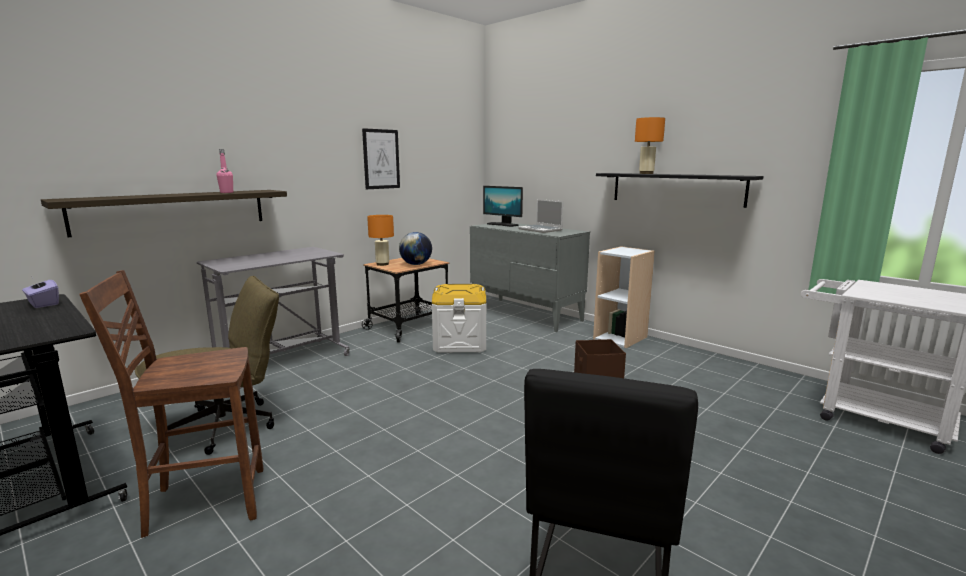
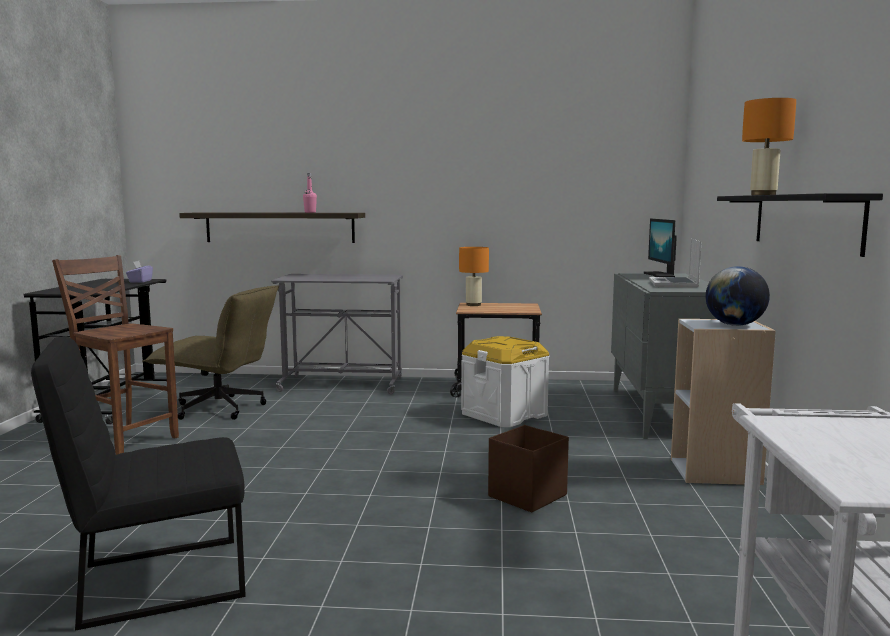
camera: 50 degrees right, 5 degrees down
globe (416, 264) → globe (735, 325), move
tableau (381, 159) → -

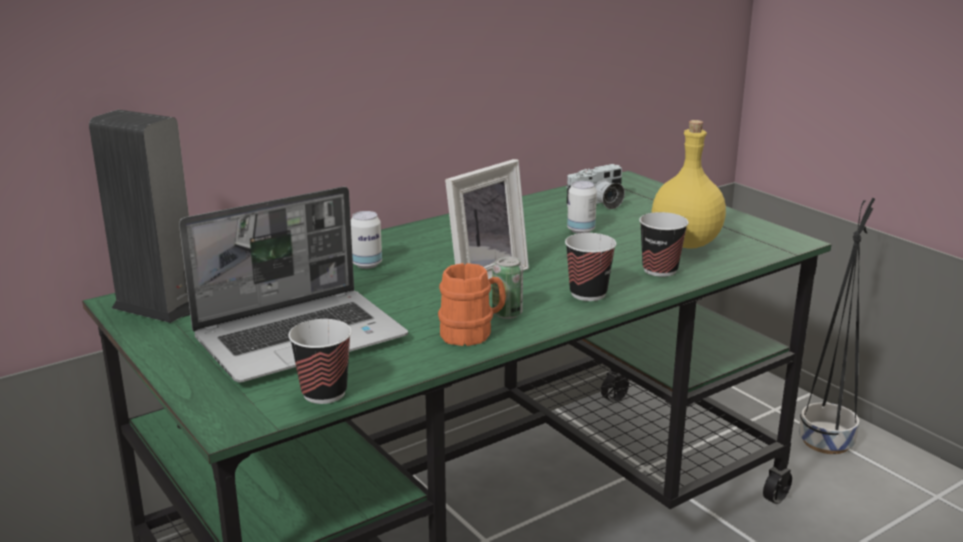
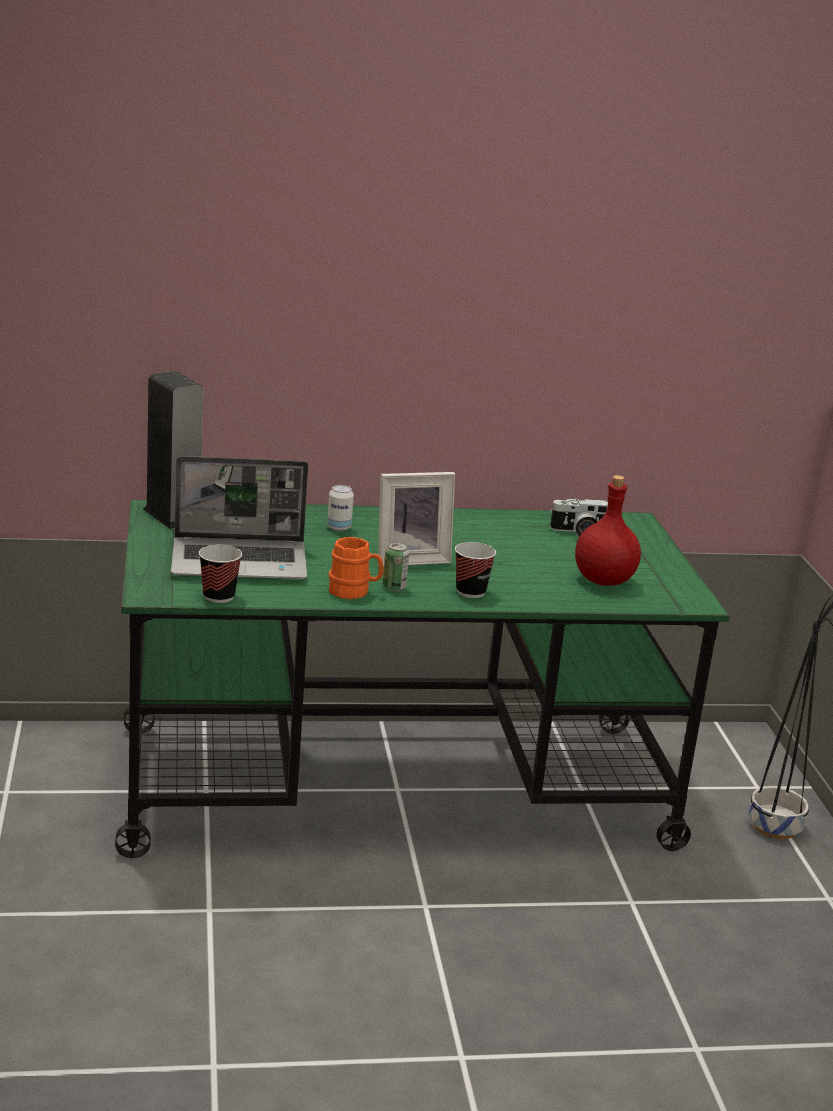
camera: 25 degrees right, 0 degrees up
bouteille (jaune) (684, 243) → bouteille (rouge) (602, 580)
boîte métallique (581, 230) → -
tasse (660, 270) → -

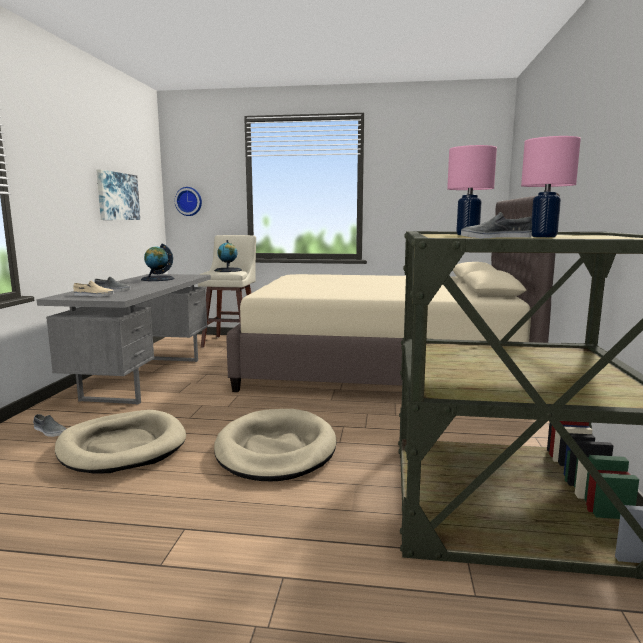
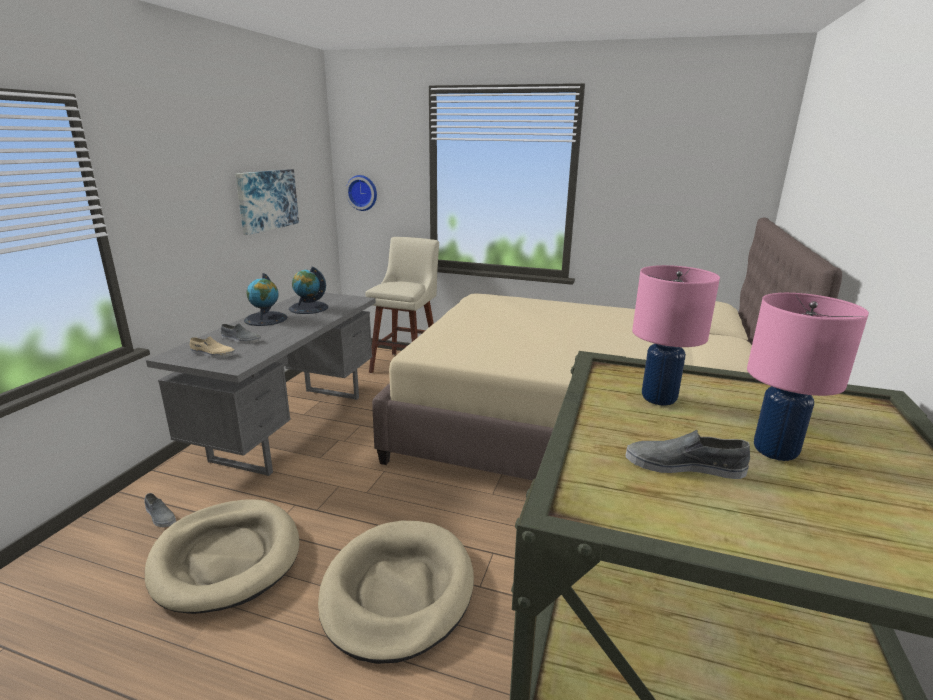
camera: 10 degrees right, 10 degrees up
globe (228, 270) → globe (266, 319), move

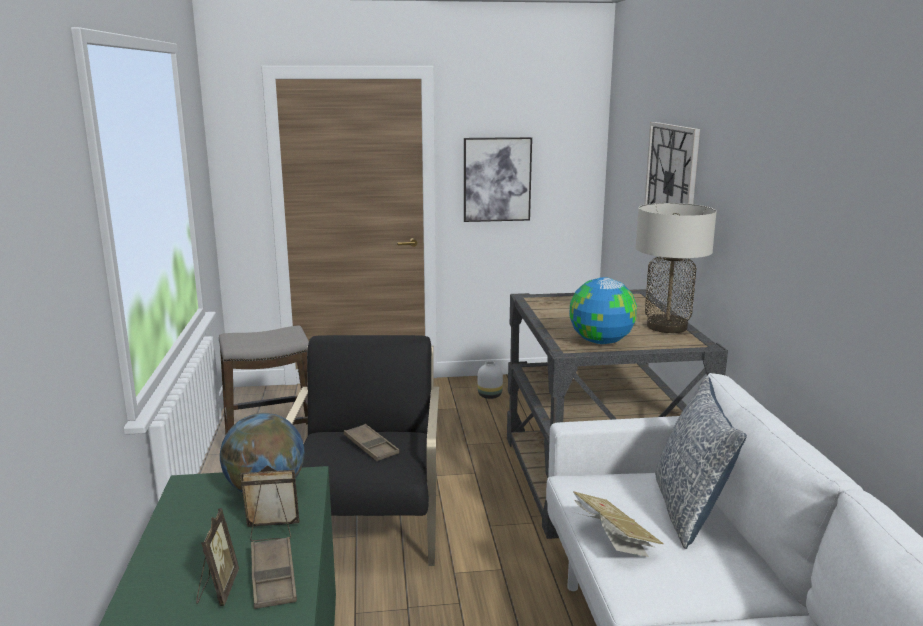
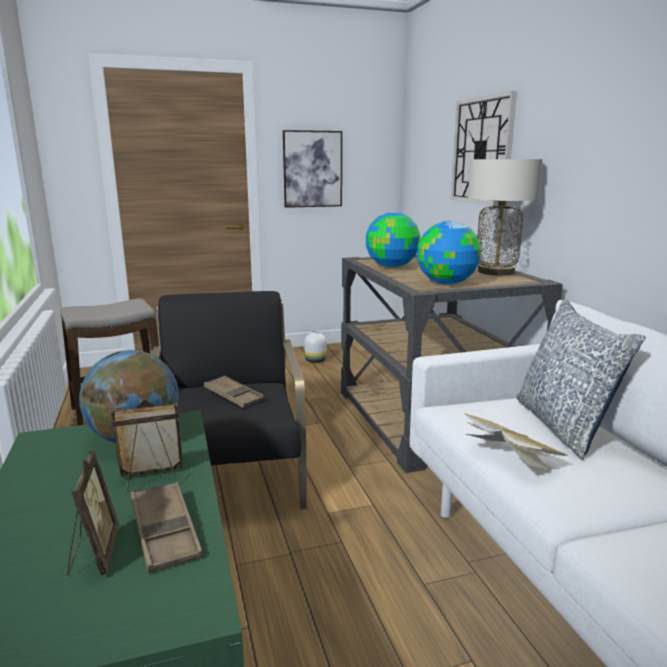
camera: 10 degrees left, 0 degrees up
- → globe (392, 266)

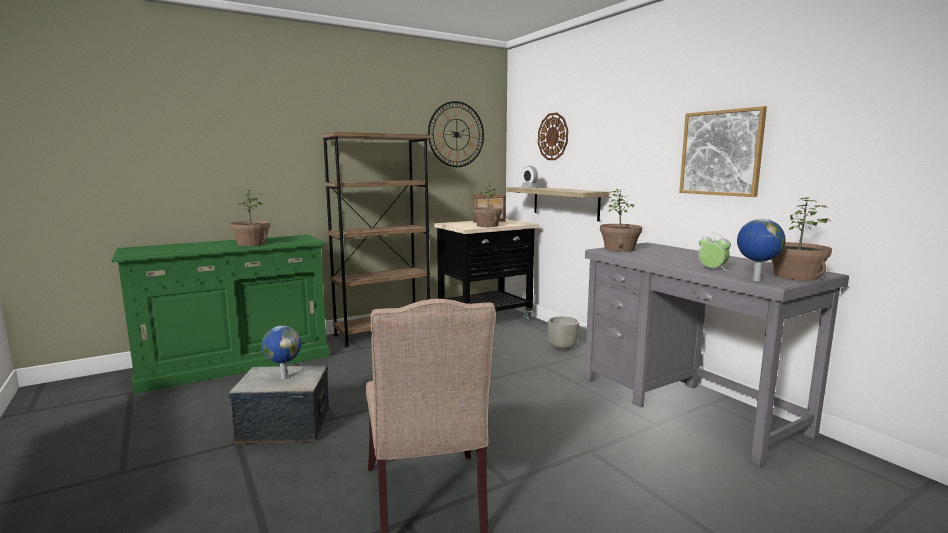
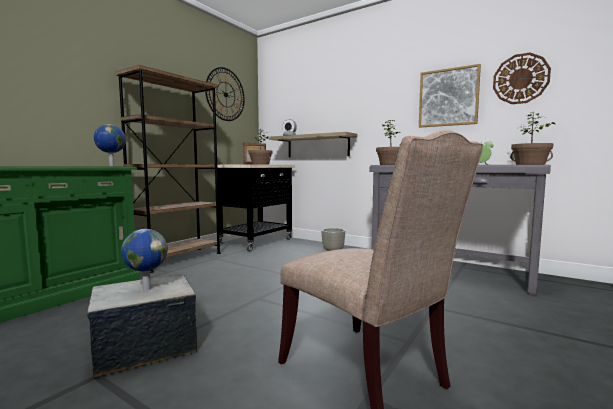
camera: 25 degrees left, 5 degrees down
globe (755, 280) → globe (111, 166), move
horloge murale (553, 136) → horloge murale (520, 79), move
plante en pot (251, 244) → -

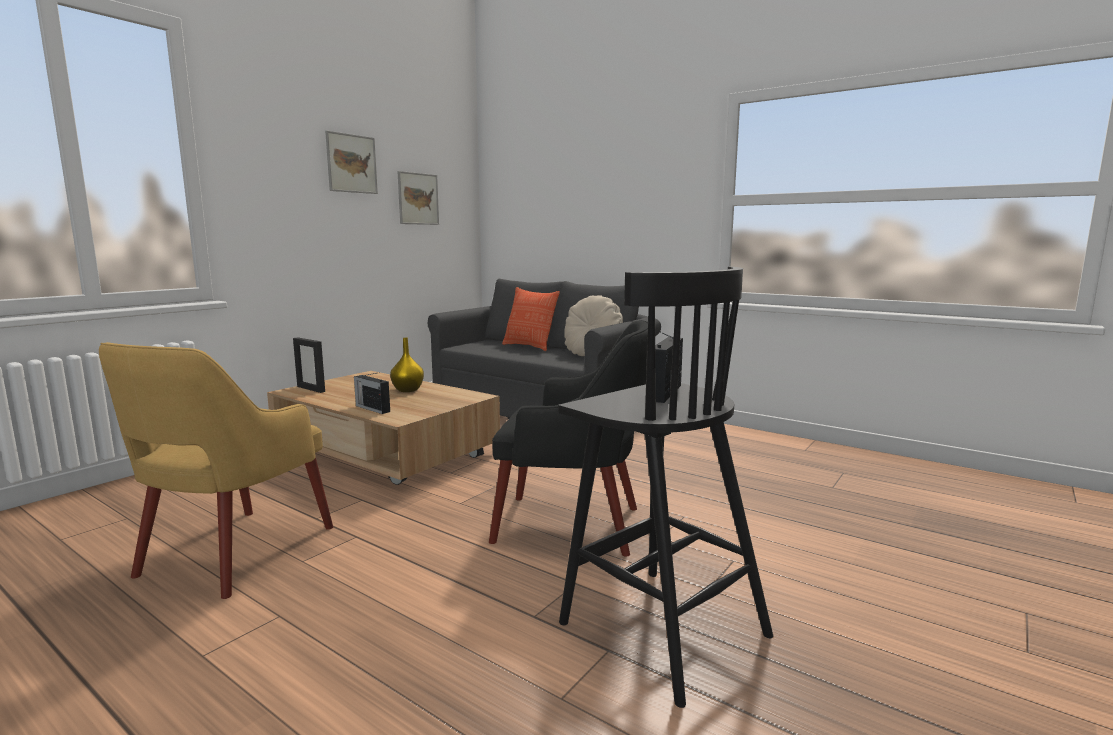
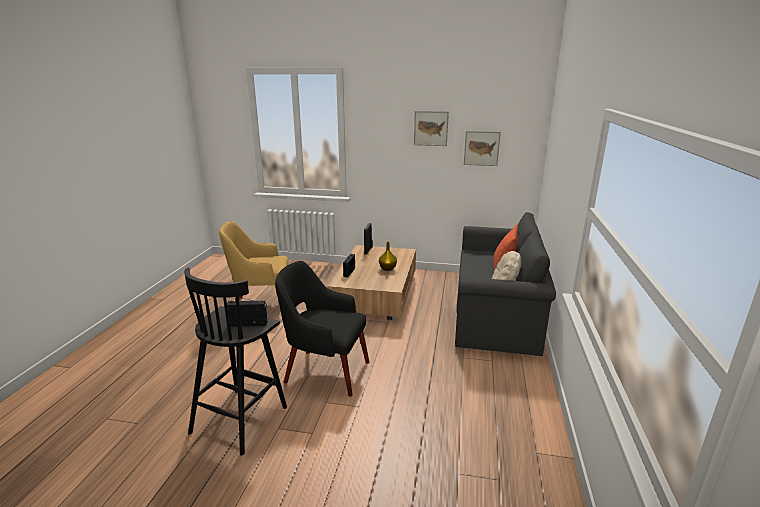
camera: 65 degrees right, 10 degrees up
fauteuil (noir) (573, 525) → fauteuil (noir) (325, 371), 120 degrees clockwise

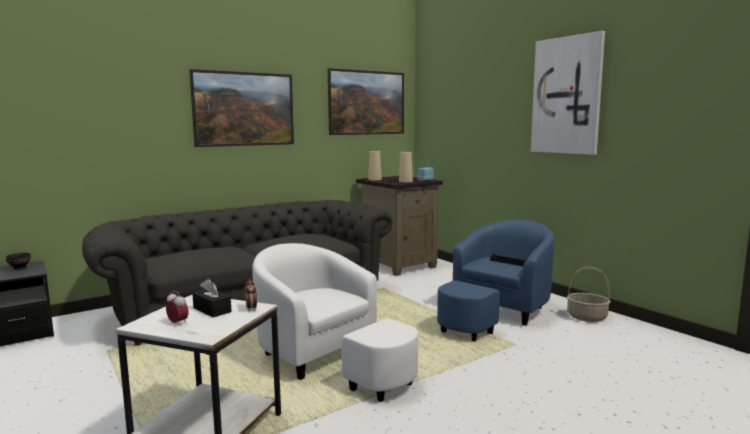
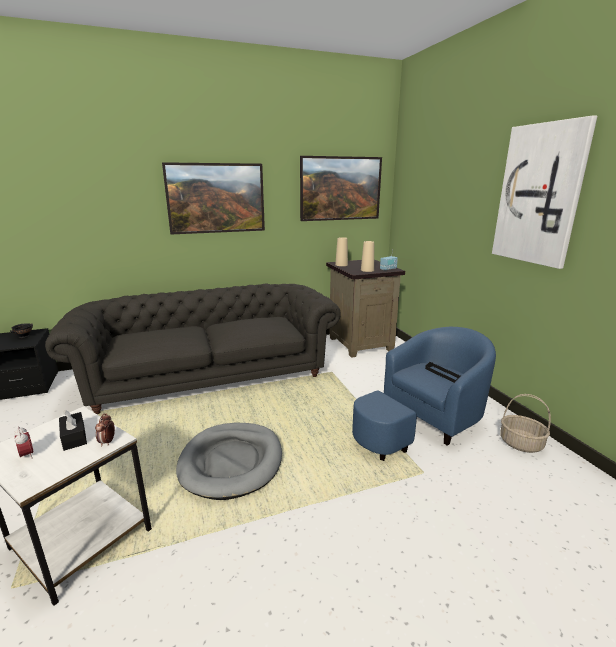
camera: 15 degrees right, 10 degrees up
fauteuil (blanc) (327, 361) → panier pour chien (gris) (231, 462)

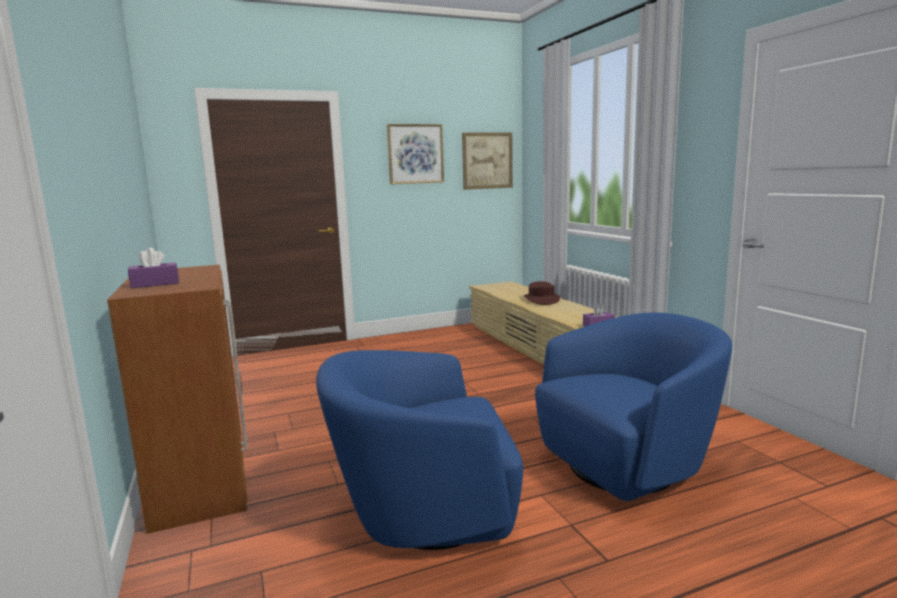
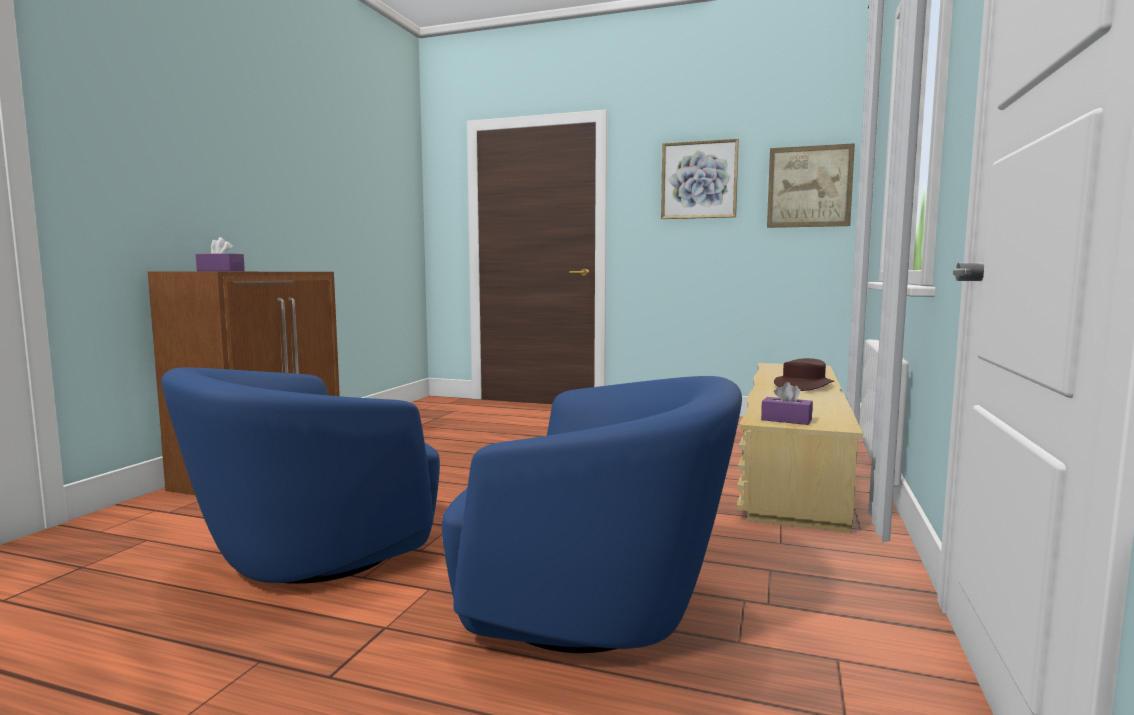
camera: 40 degrees right, 5 degrees down
fauteuil (bleu) (425, 513) → fauteuil (bleu) (311, 555), 75 degrees counterclockwise

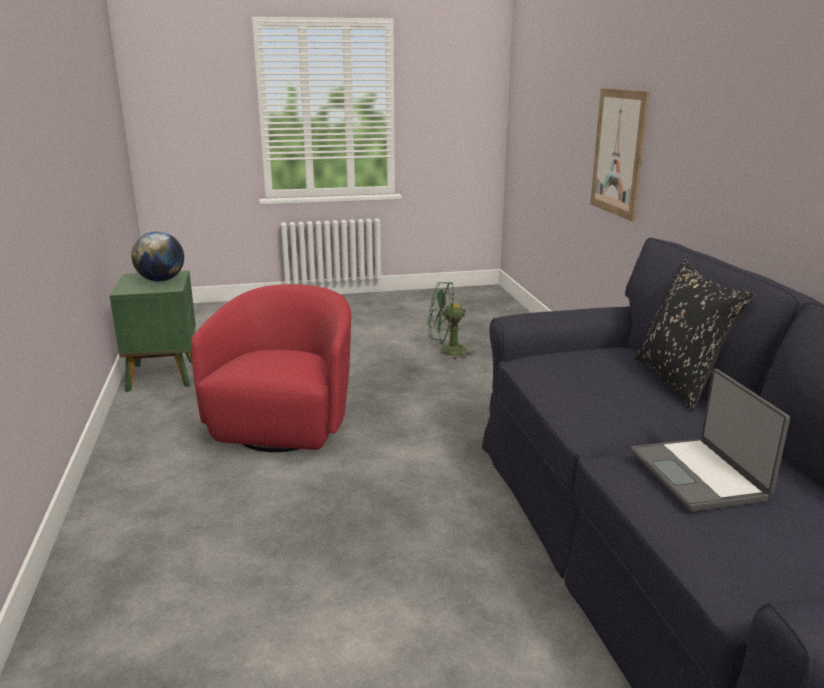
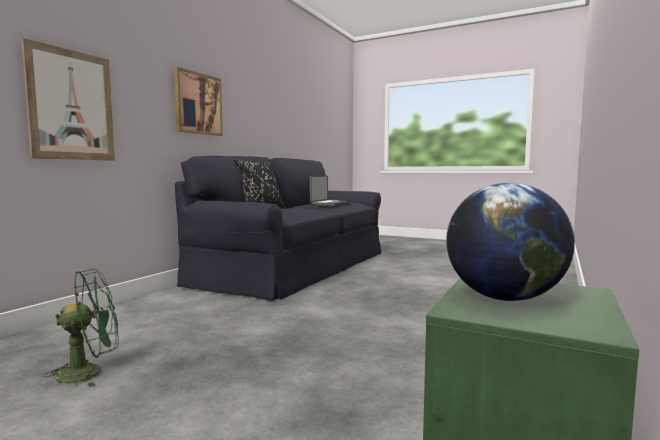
camera: 140 degrees left, 15 degrees down
ventilateur (vert) (447, 351) → ventilateur (vert) (90, 372), 60 degrees counterclockwise
- → tableau (198, 104)
fauteuil (rouge) (285, 425) → -

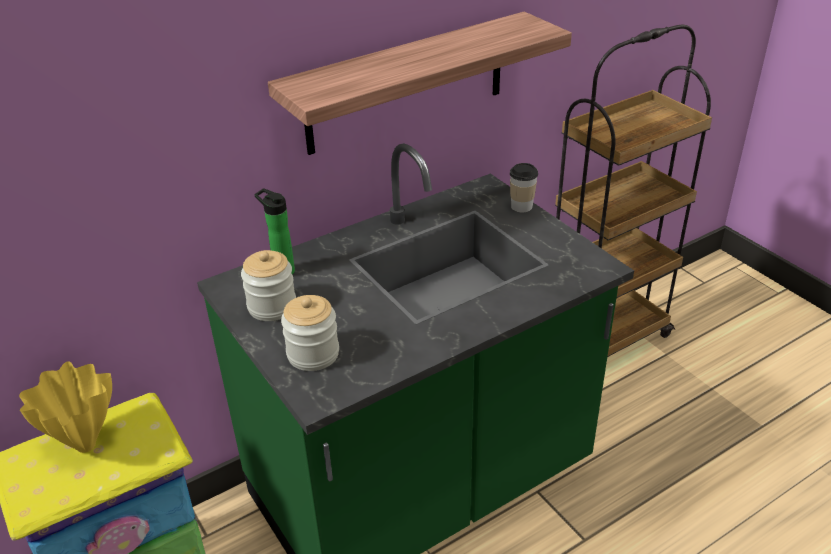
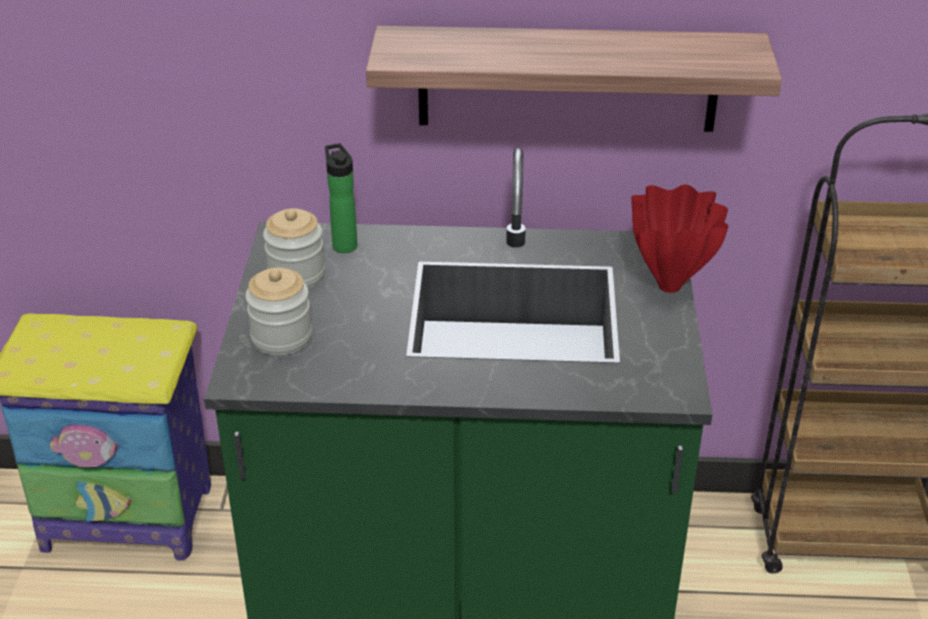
camera: 35 degrees right, 0 degrees up
tasse (521, 206) → vase (rouge) (671, 285)
vase (jaune) (86, 444) → -

